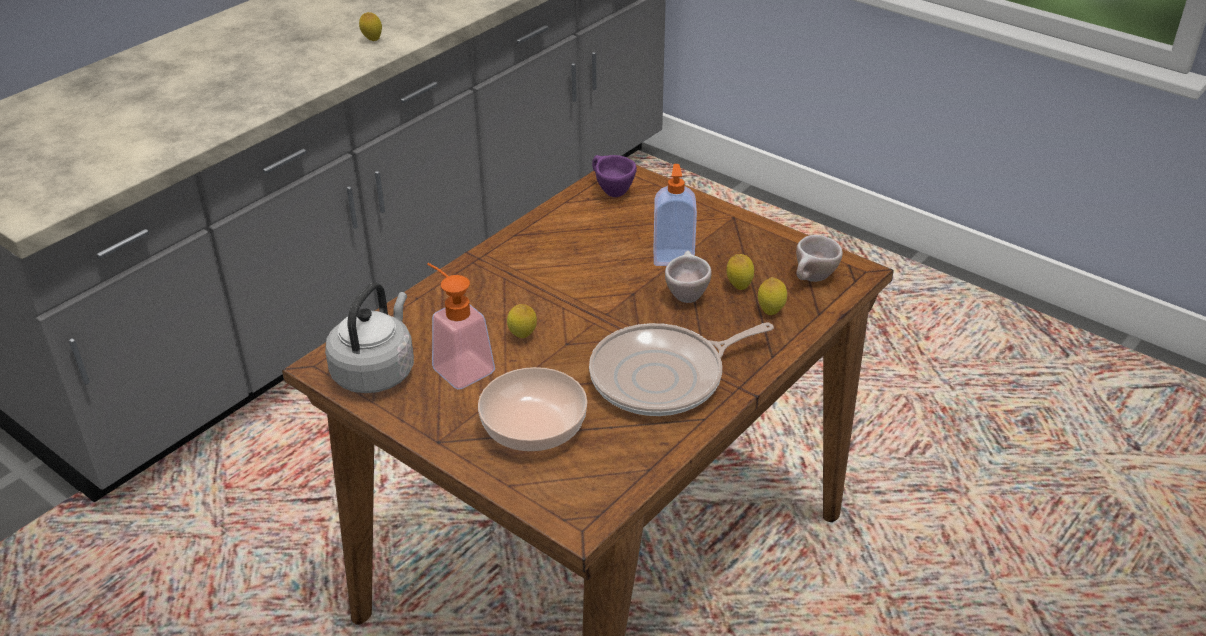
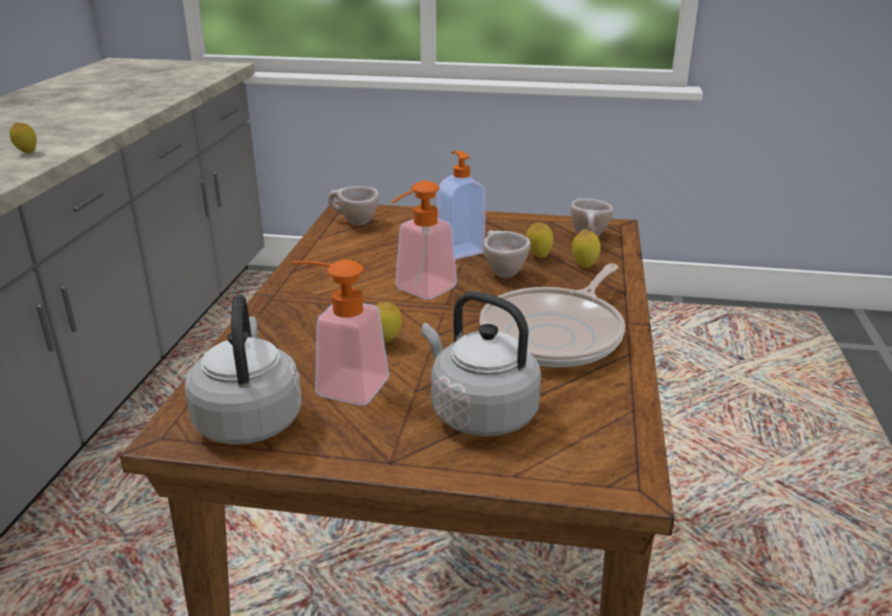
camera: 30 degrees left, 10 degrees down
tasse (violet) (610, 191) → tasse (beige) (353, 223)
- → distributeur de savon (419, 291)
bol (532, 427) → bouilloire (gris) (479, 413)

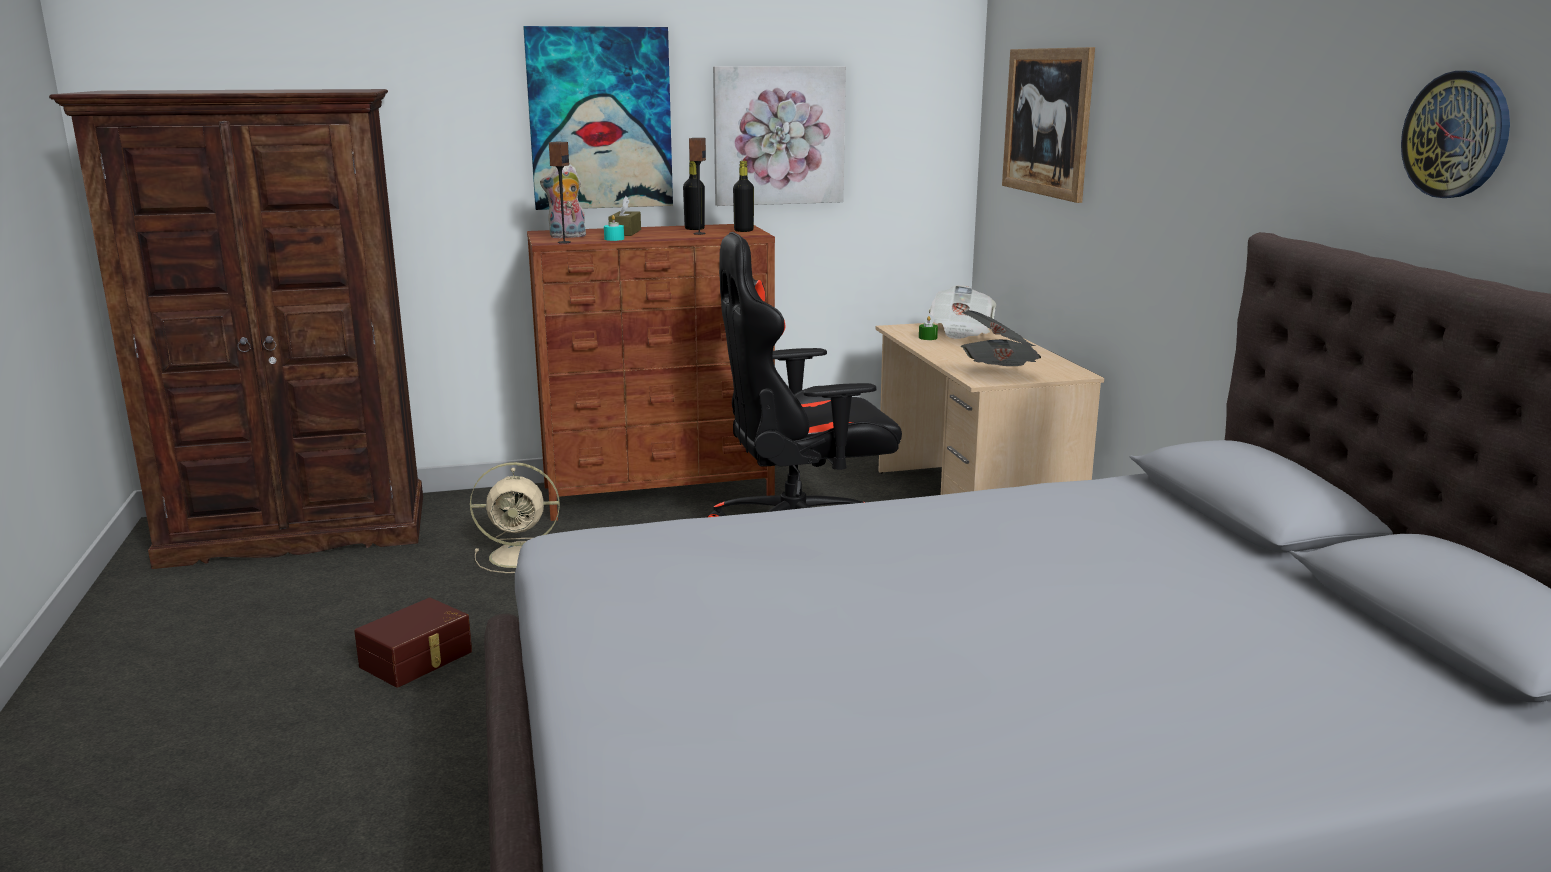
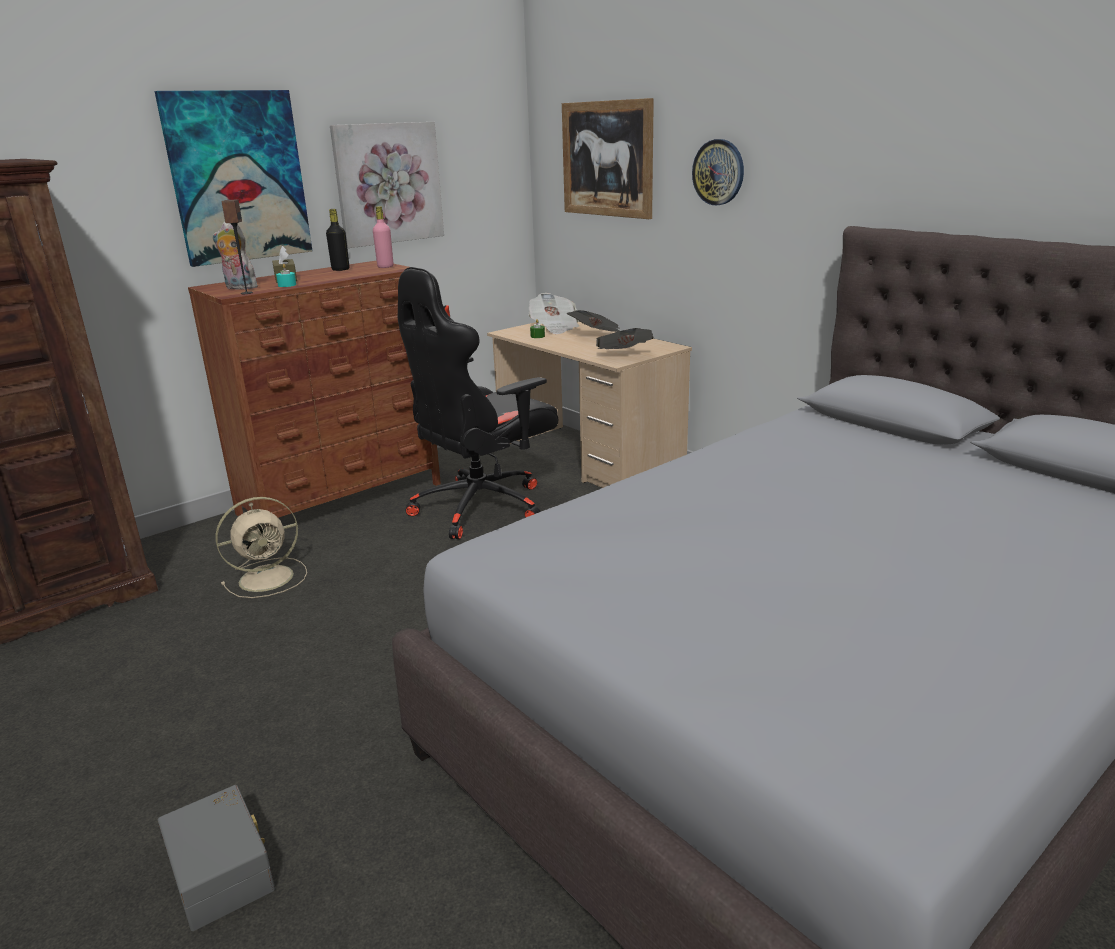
camera: 25 degrees left, 5 degrees up
- → boîte de rangement (gris) (223, 870)
peluche (567, 237) → peluche (239, 288), 60 degrees clockwise
bouteille (noir) (743, 231) → bouteille (rose) (385, 266)
horloge murale (1456, 135) → horloge murale (718, 172), move
boîte de rangement (marron) (418, 660) → -
enceinte (699, 233) → -

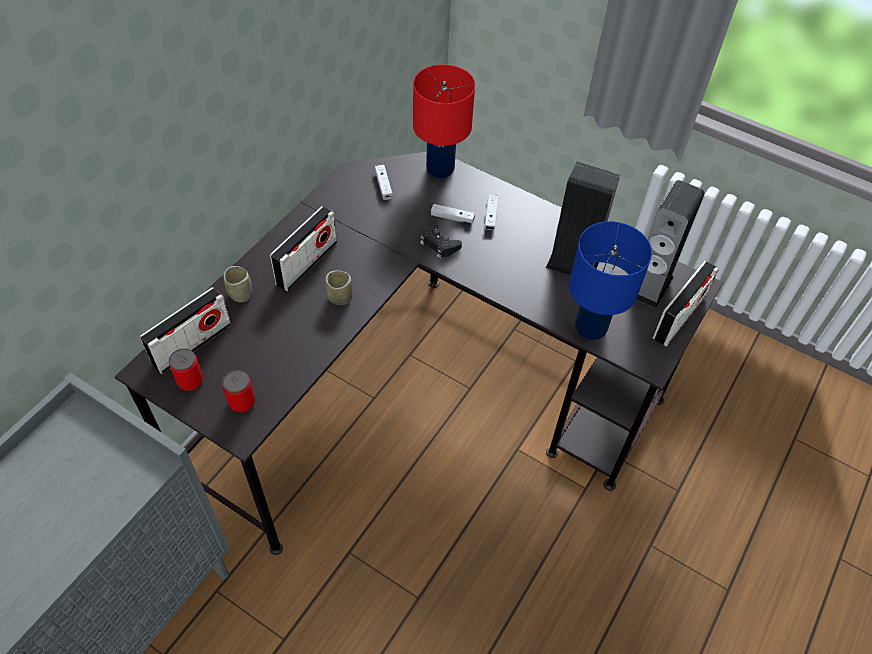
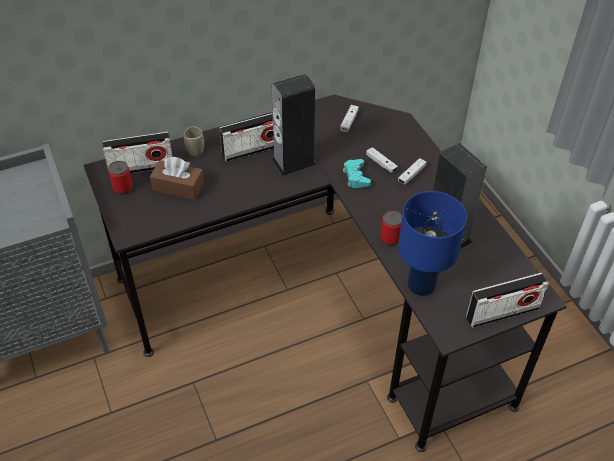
camera: 35 degrees right, 5 degrees down
- → boîte à mouchoirs (marron) (178, 187)
enceinte (649, 286) → enceinte (294, 162), move
manette (noir) (439, 244) → manette (turquoise) (356, 177)
boîte métallique (242, 402) → boîte métallique (390, 238), move
tasse (340, 298) → -
lampe de table (rouge) (440, 169) → -

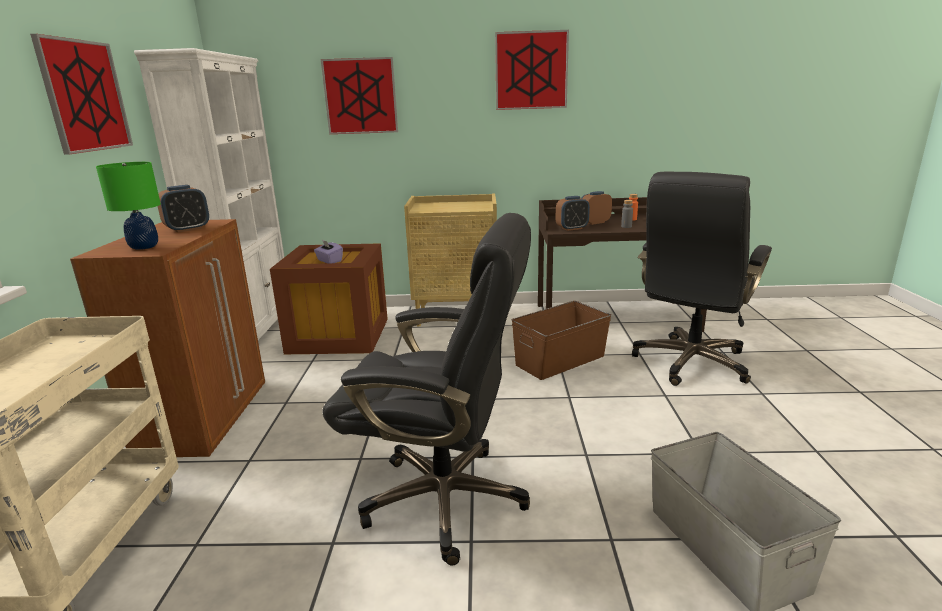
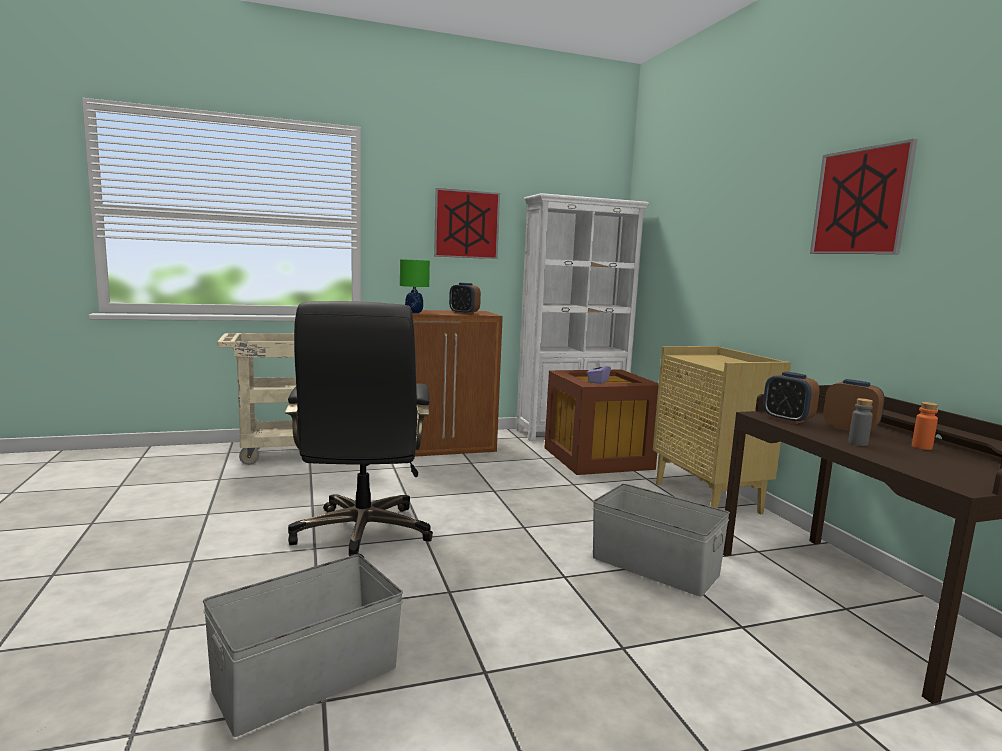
camera: 70 degrees right, 10 degrees down
boîte de rangement (marron) (561, 360) → boîte de rangement (gris) (655, 566)
tableau (360, 96) → -
chaise de bureau (noir) (692, 361) → -

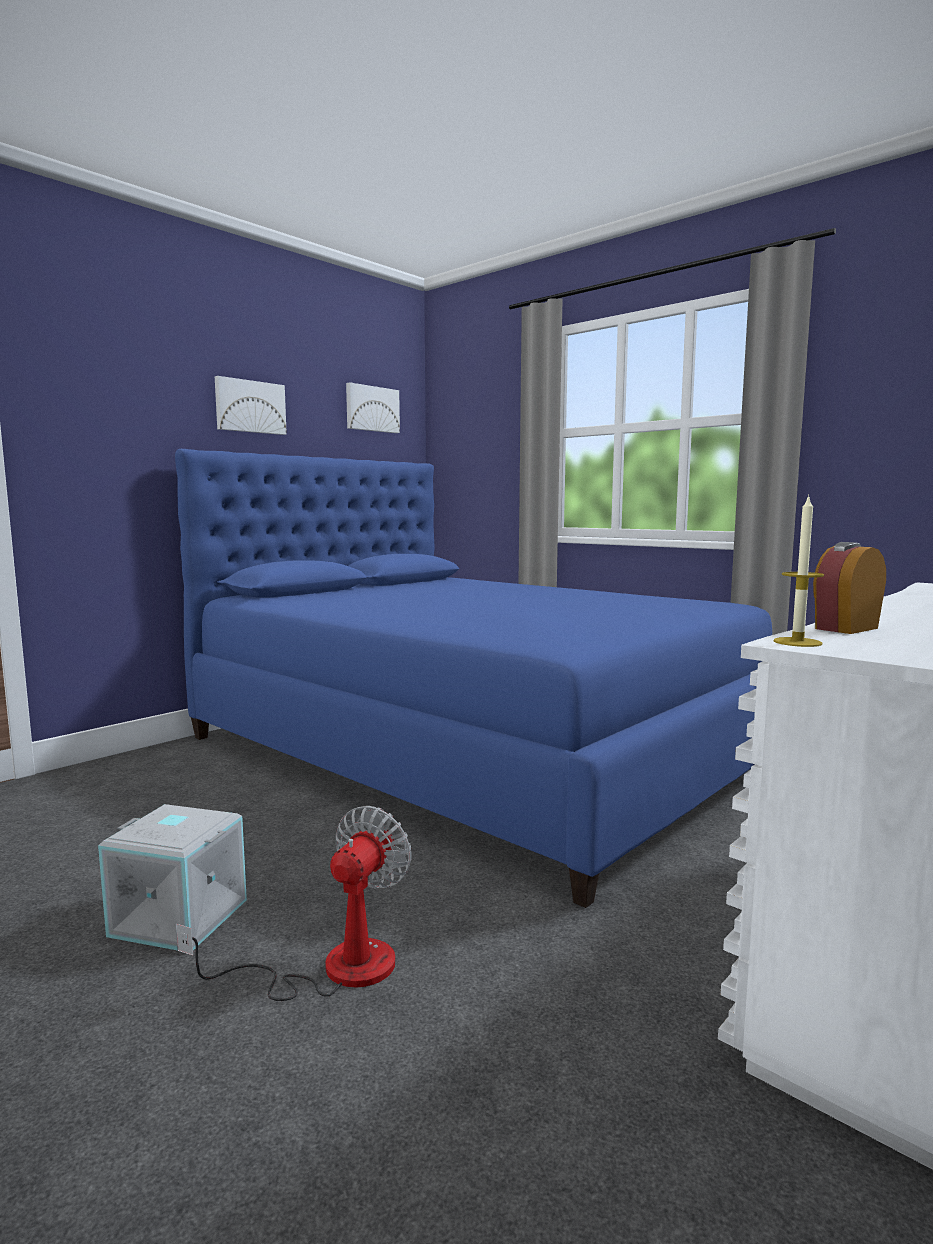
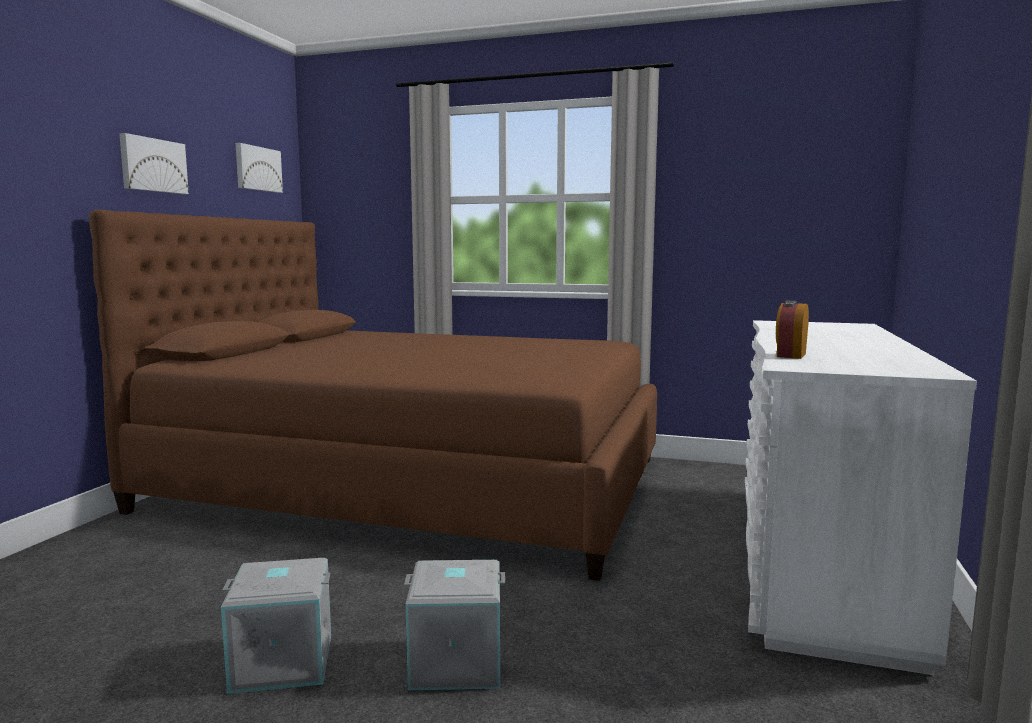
camera: 25 degrees left, 0 degrees up
lit (bleu) (473, 749) → lit (marron) (413, 483)
ventilateur (332, 969) → boîte de rangement (gris) (455, 664)
bougie (797, 642) → -

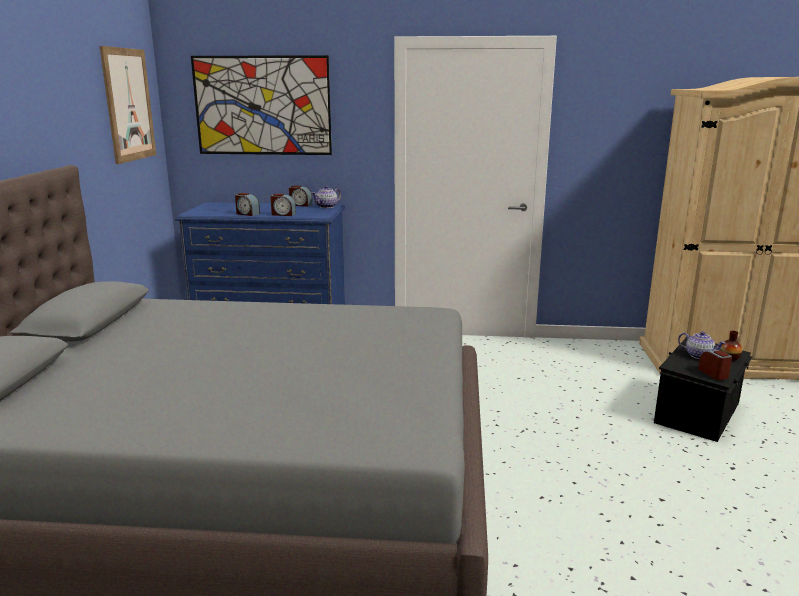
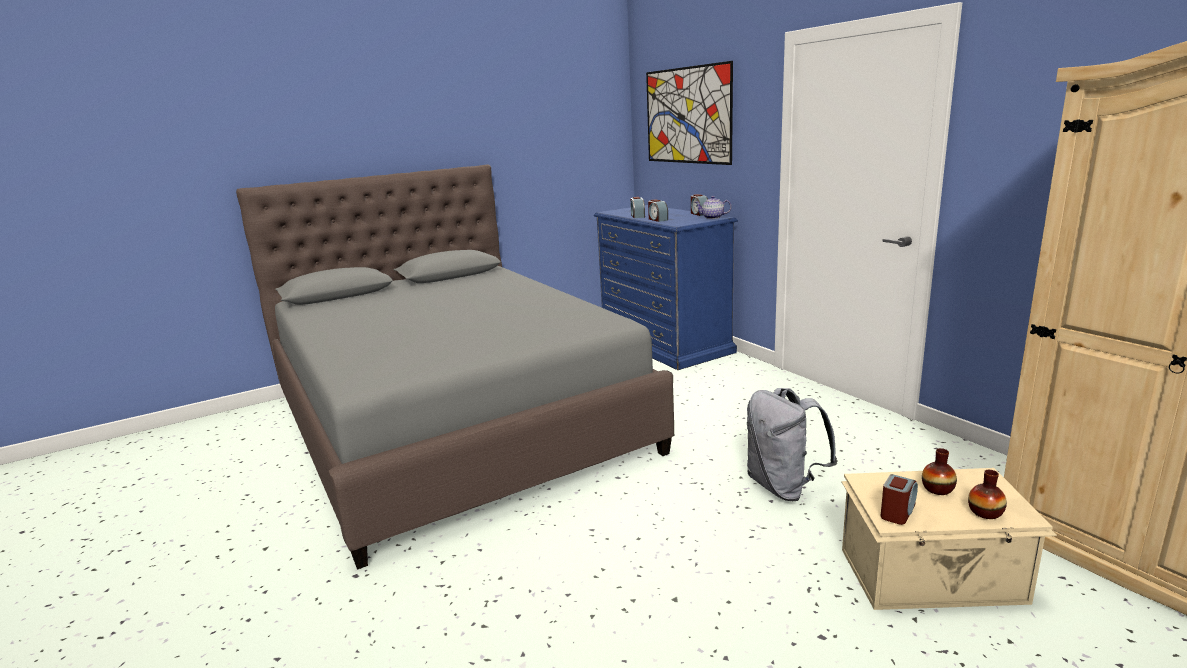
camera: 55 degrees right, 0 degrees up
- → sac à dos (gris) (783, 487)
boîte de rangement (noir) (699, 413) → boîte de rangement (beige) (932, 577)
théière (698, 355) → vase (937, 489)
tableau (129, 105) → -

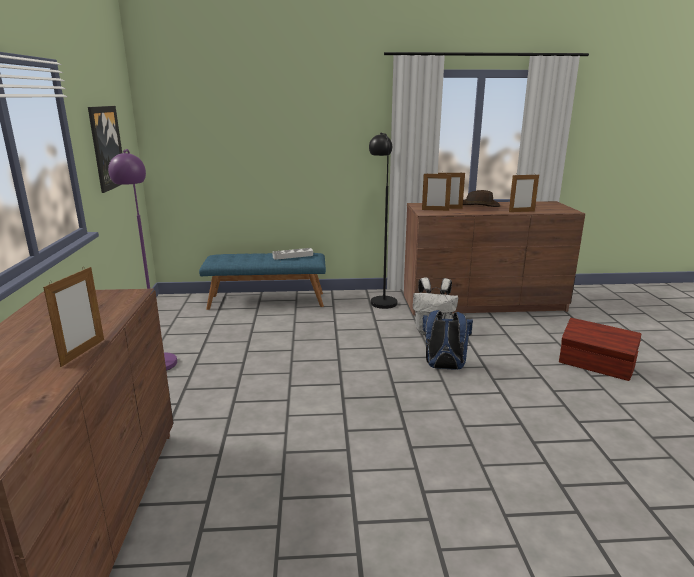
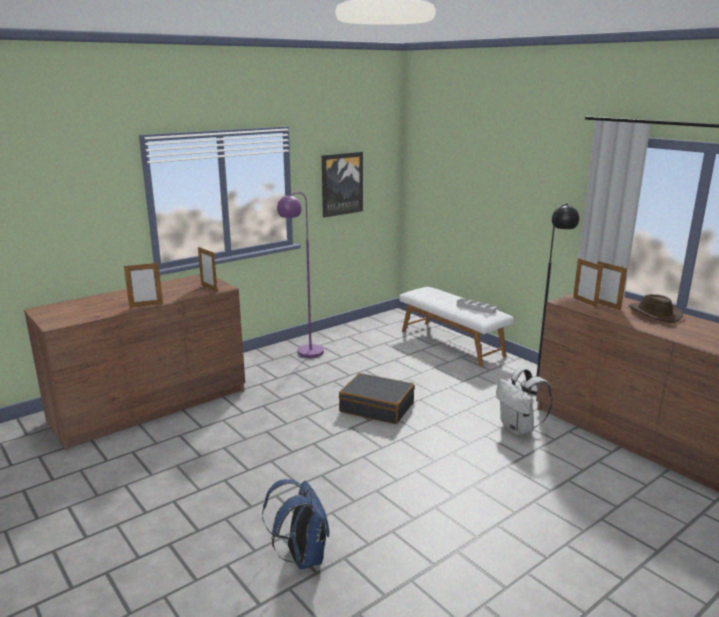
camera: 55 degrees right, 0 degrees up
cadre photo (521, 211) → cadre photo (209, 288), move
sac à dos (bleu) (443, 367) → sac à dos (bleu) (302, 556), move
- → valise (noir) (377, 407)
banc (bleu) (267, 300) → banc (blanc) (452, 343)
boîte de rangement (marron) (596, 366) → -

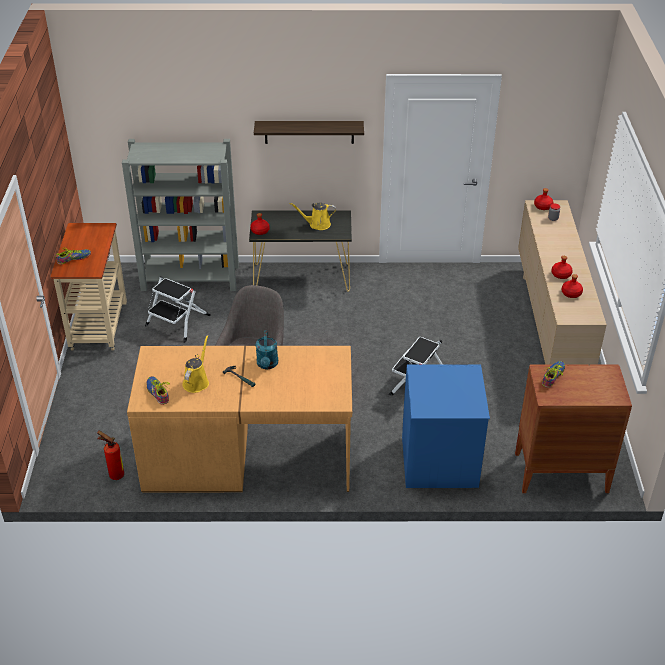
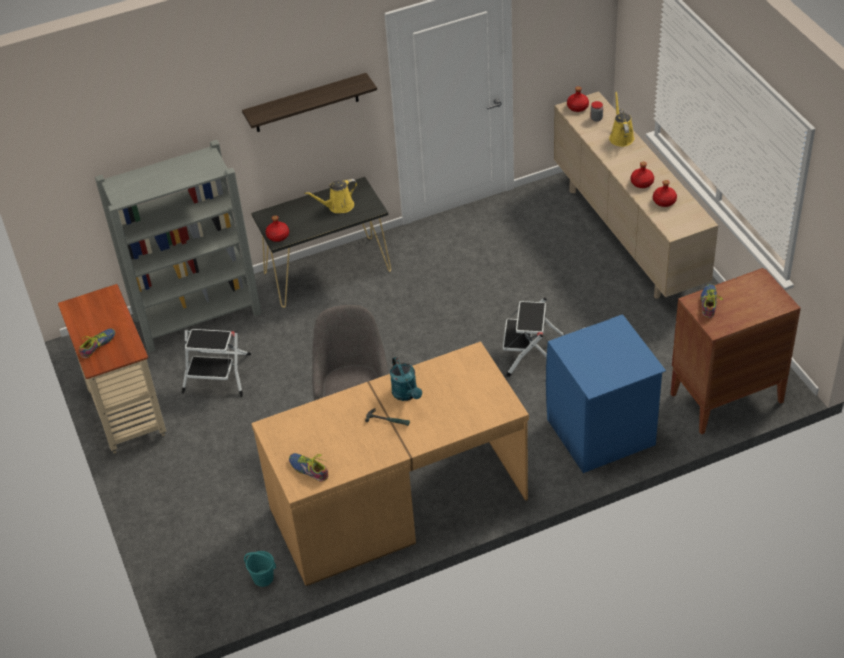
camera: 20 degrees left, 5 degrees up
extincteur (114, 474) → seau (turquoise) (263, 578)
arrosoir (jaune) (197, 381) → arrosoir (jaune) (621, 137), move

